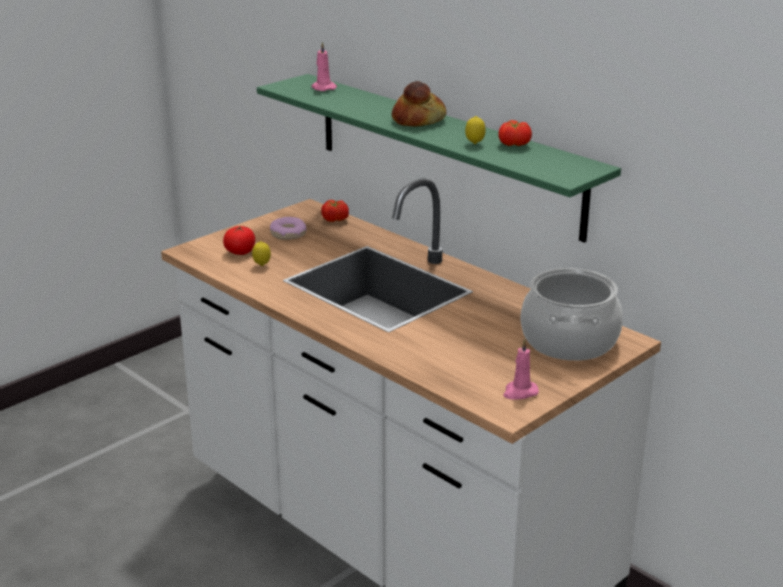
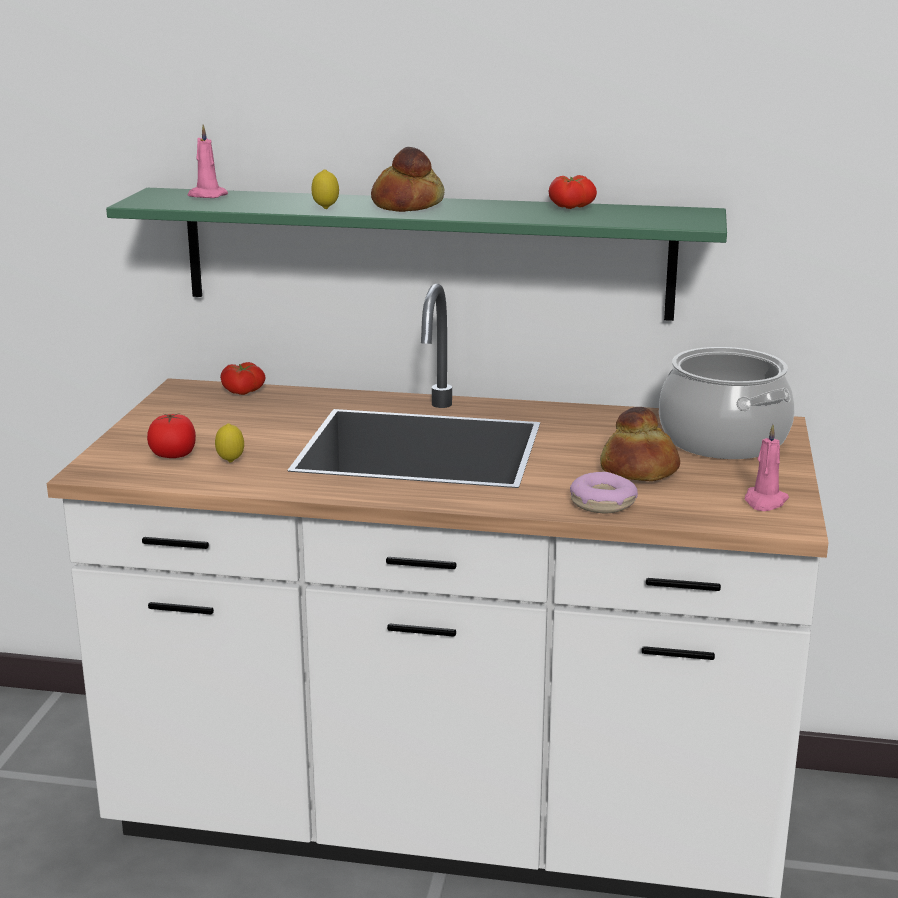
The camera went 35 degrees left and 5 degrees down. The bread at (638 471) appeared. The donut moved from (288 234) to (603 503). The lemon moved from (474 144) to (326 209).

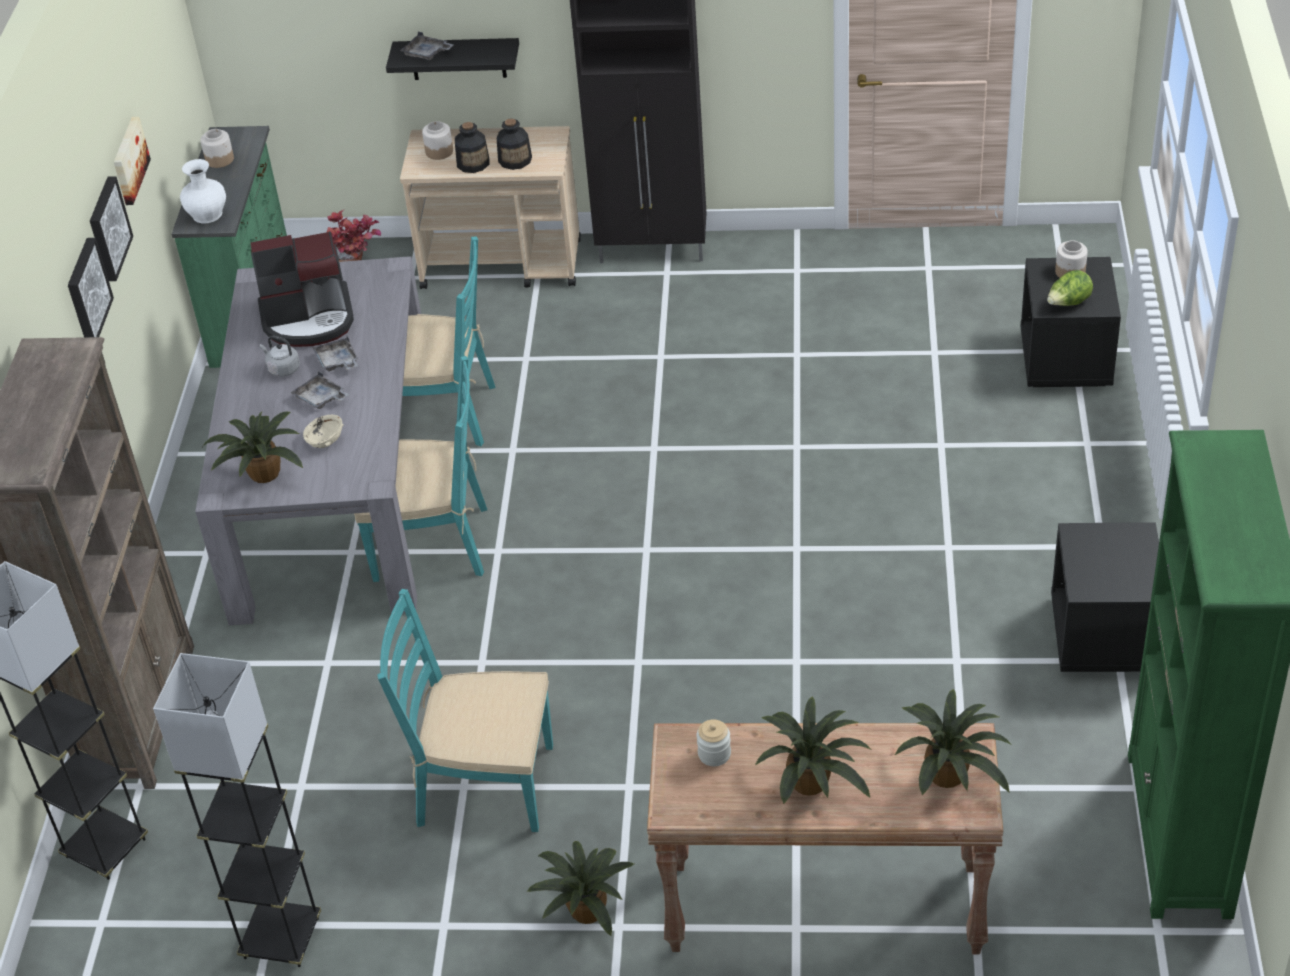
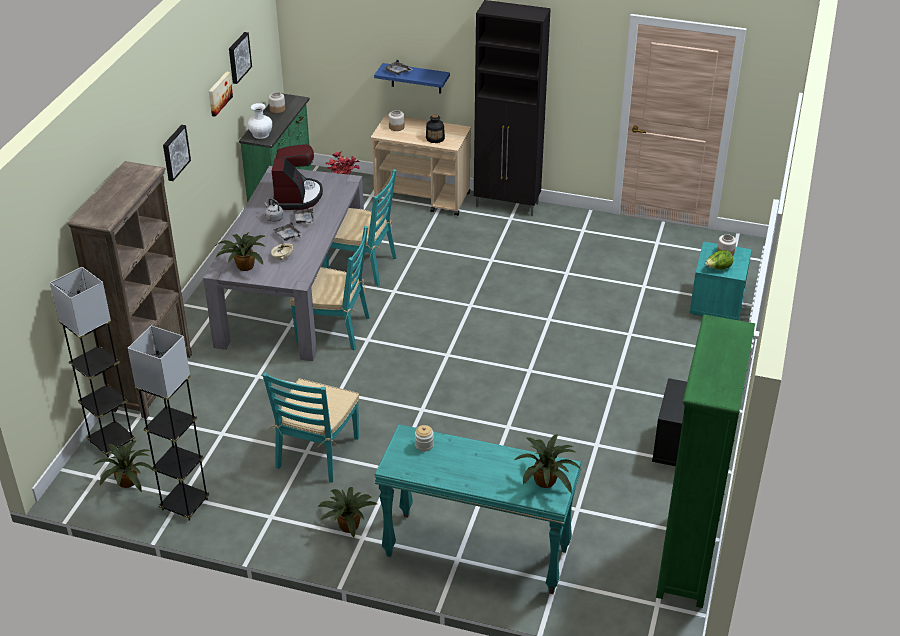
The camera went 10 degrees right and 5 degrees down. The bottle at (473 163) disappeared. The picture moved from (107 228) to (238 57). The potted plant moved from (813 782) to (129 482). The shelf (black) at (458 58) became the shelf (blue) at (416 78). The console table (brown) at (823 910) became the console table (turquoise) at (475 553). The nightstand (black) at (1065 361) became the nightstand (turquoise) at (717 304). The coffee machine at (309 319) turned 90 degrees counterclockwise. The chair (turquoise) at (484 785) turned 90 degrees counterclockwise.

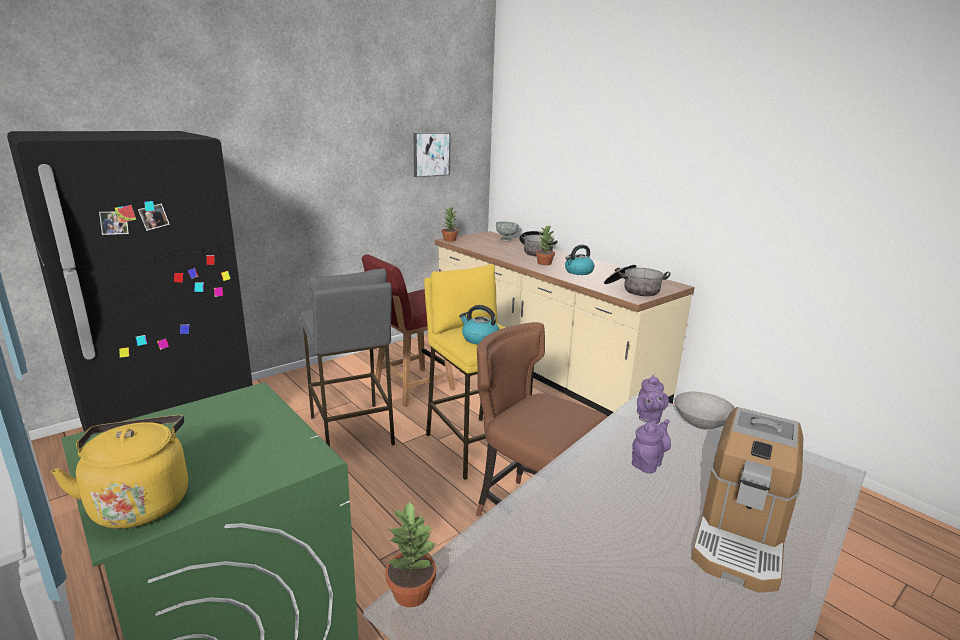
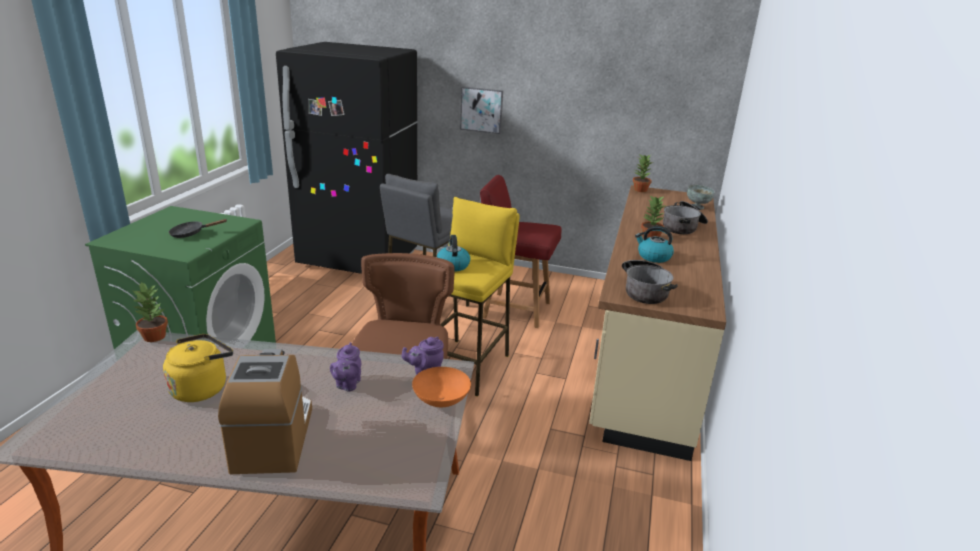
The camera went 55 degrees right and 5 degrees up. The frying pan (black) at (191 234) appeared. The kettle (yellow) moved from (141 501) to (201 388). The picture moved from (431 154) to (481 110). The bowl (grey) at (700 424) became the bowl (orange) at (442 401). The teapot (purple) at (648 463) turned 90 degrees clockwise. The coffee machine at (740 536) turned 90 degrees clockwise.

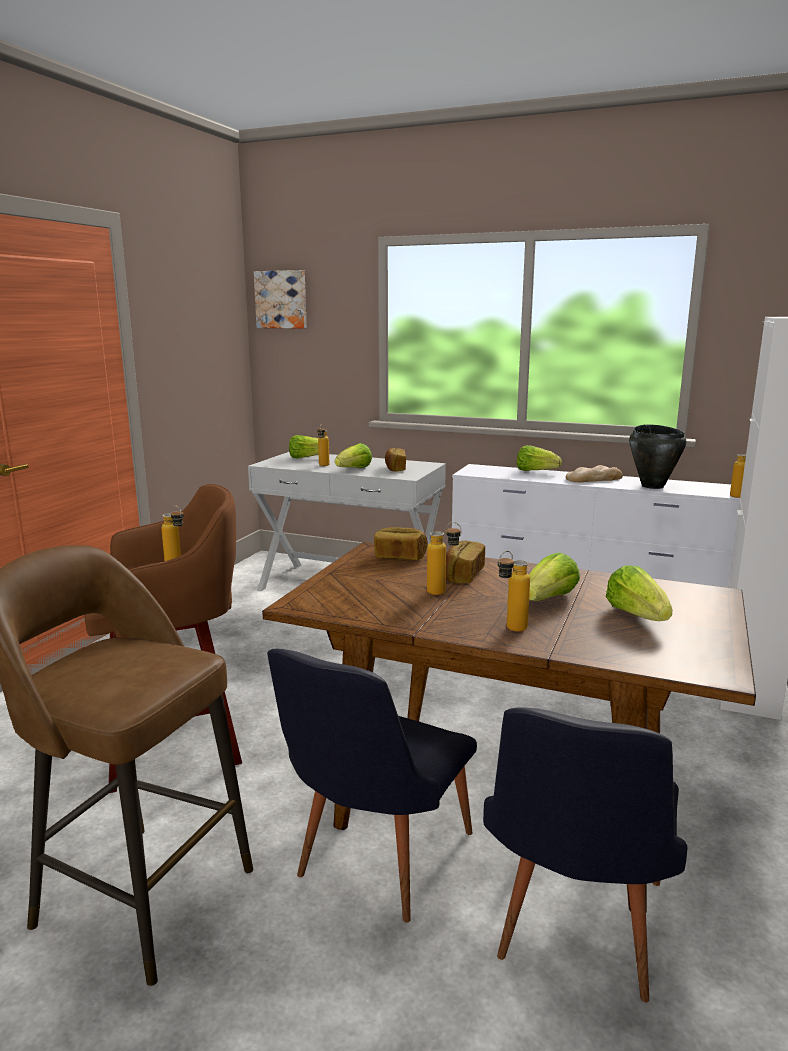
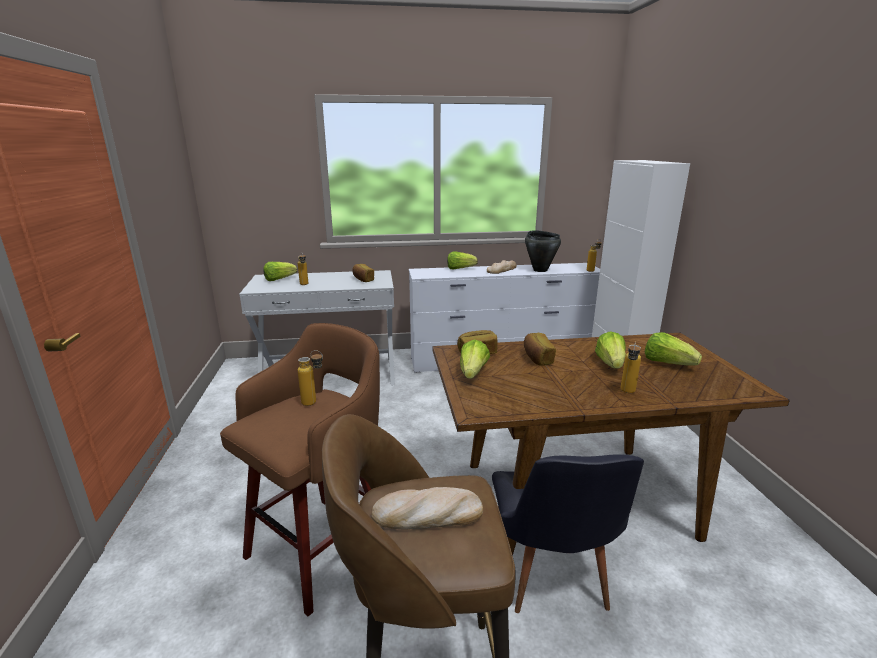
The camera went 30 degrees left and 5 degrees up. The picture at (281 299) disappeared. The bottle at (443 593) disappeared. The chair (black) at (574 932) disappeared. The bread at (427 514) appeared. The lettuce moved from (354 469) to (473 373).

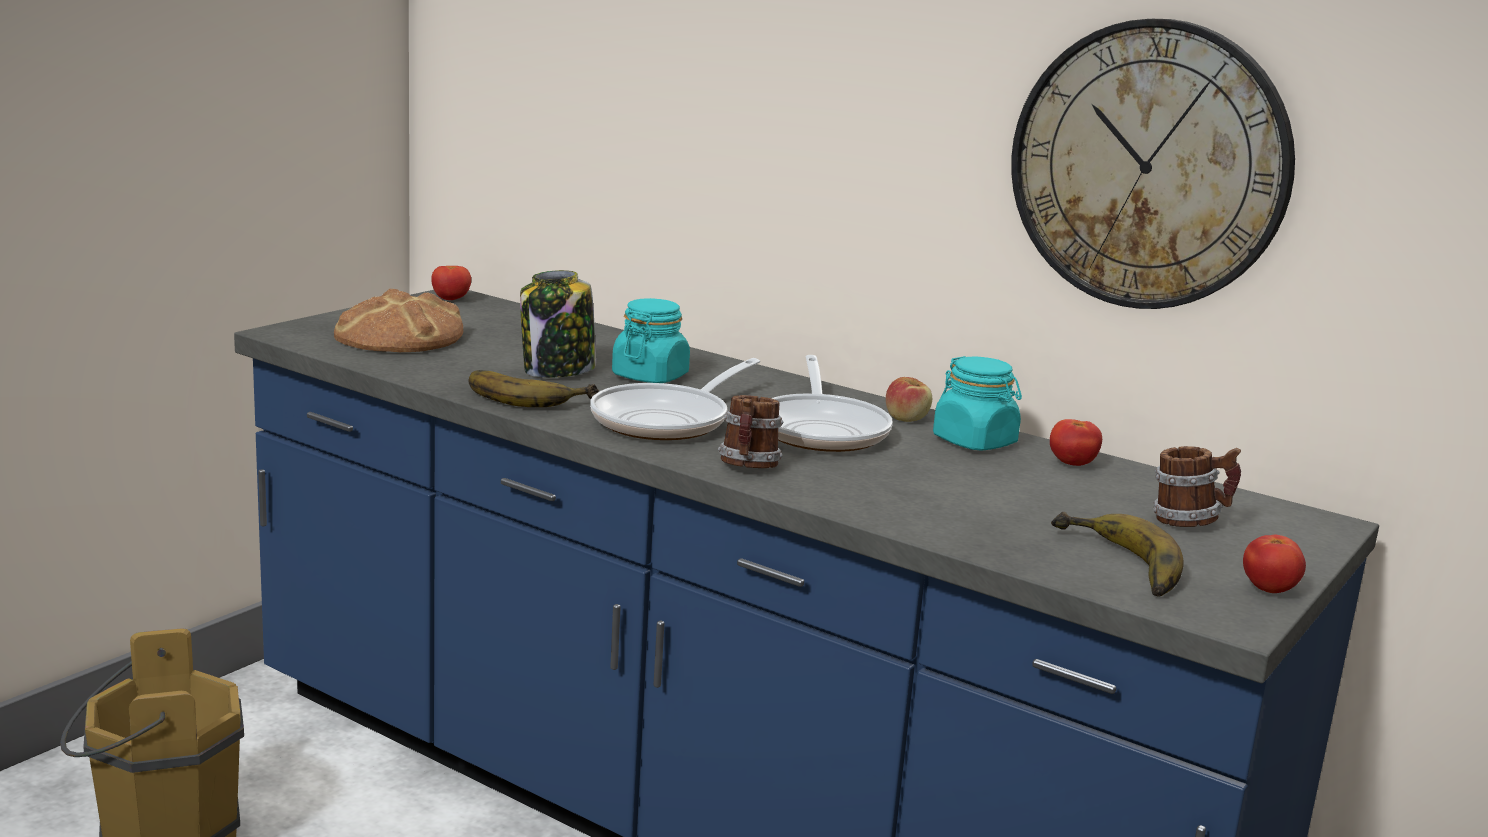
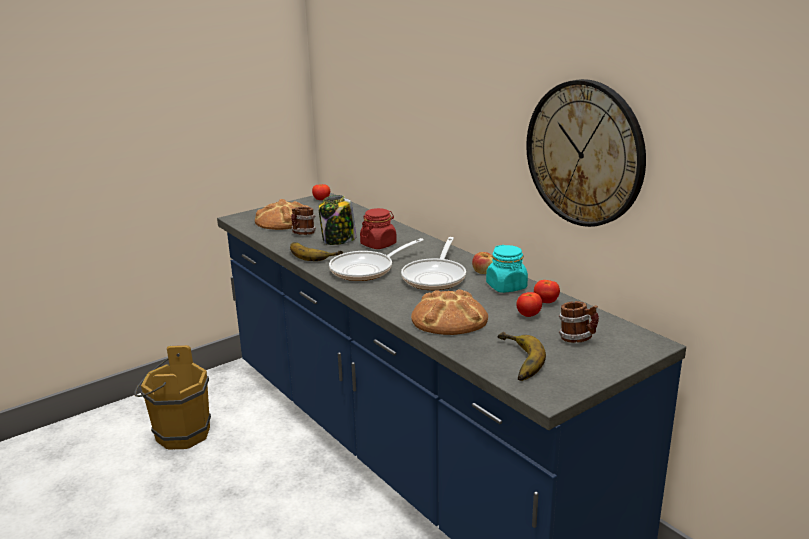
The camera went 20 degrees right and 5 degrees up. The bread at (449 318) appeared. The mug moved from (749 467) to (303 234). The tomato moved from (1269 589) to (528 315). The jar (turquoise) at (650 376) became the jar (red) at (378 244).

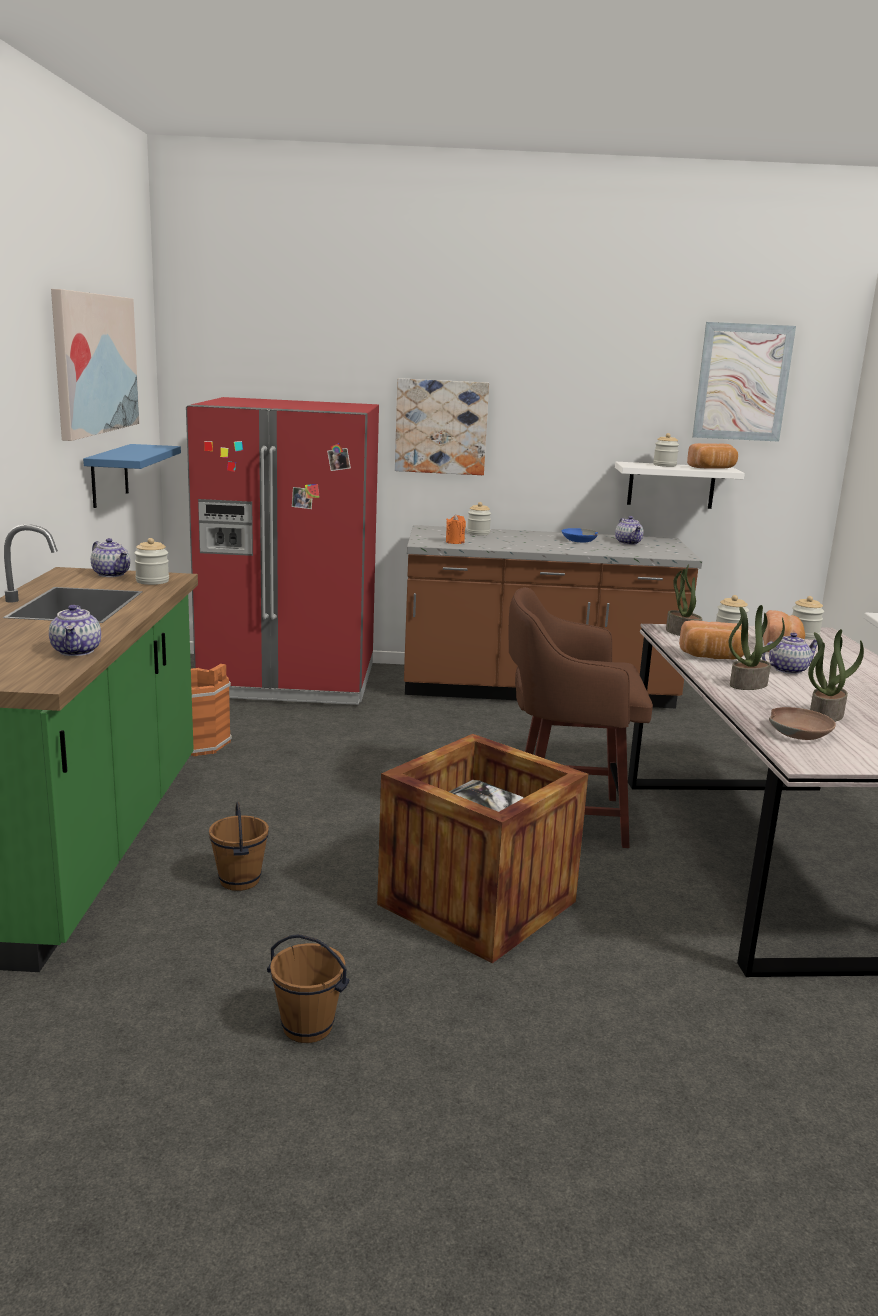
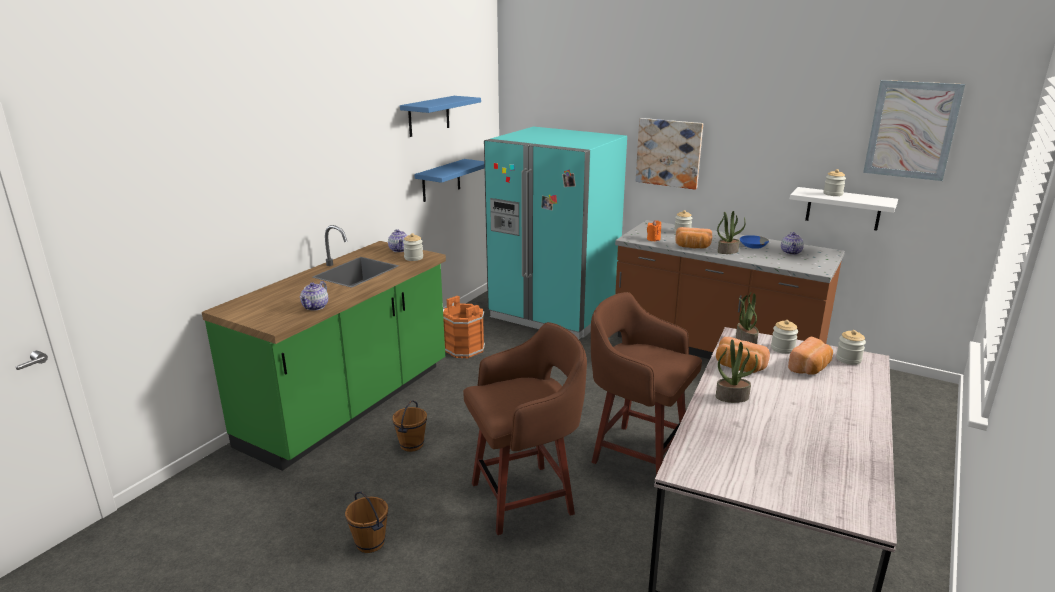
The camera went 30 degrees right and 5 degrees up. The teapot at (787 670) disappeared. The bowl (brown) at (799 732) disappeared. The bread moved from (713 468) to (692 247). The potted plant moved from (825 714) to (727 251). The picture at (94 363) was replaced by the shelf (blue) at (429 116). The crate at (477 903) was replaced by the stool (brown) at (525 497). The fridge (red) at (289 681) became the fridge (turquoise) at (553 314).

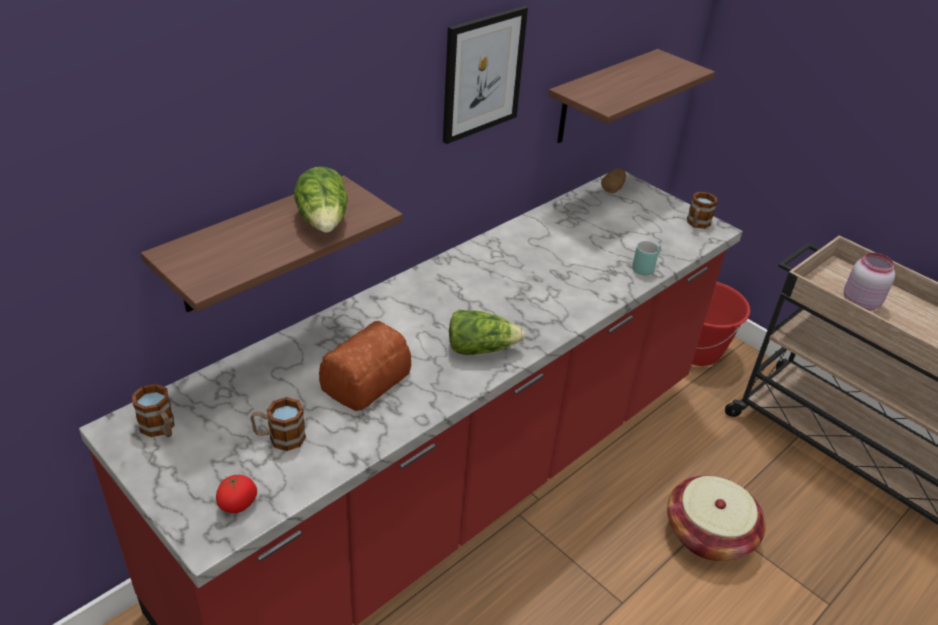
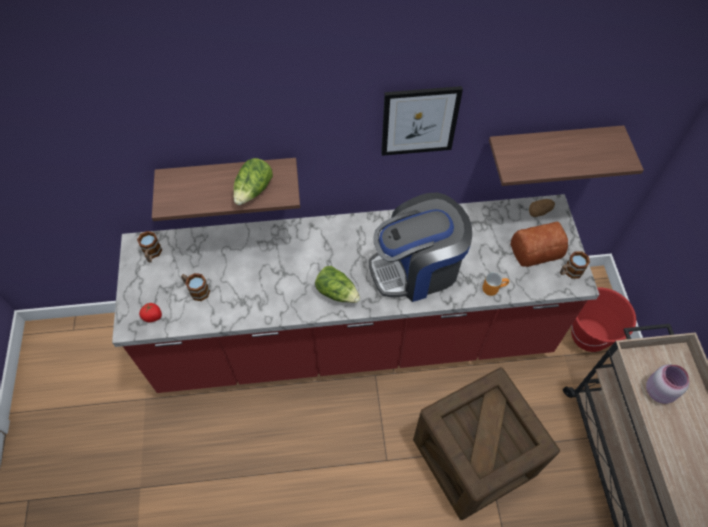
The camera went 40 degrees right and 20 degrees up. The coffee machine at (417 268) appeared. The bread moved from (363 380) to (535 249). The basket at (708 534) was replaced by the crate at (473 457). The mug (turquoise) at (644 267) became the mug (orange) at (493 287).

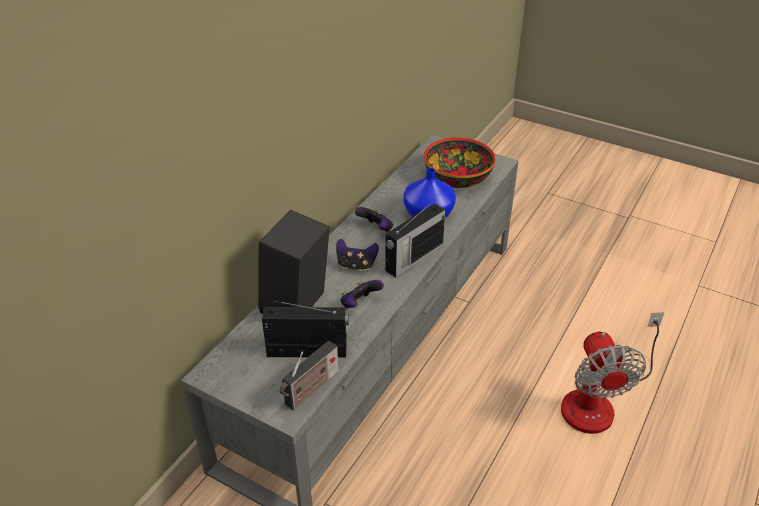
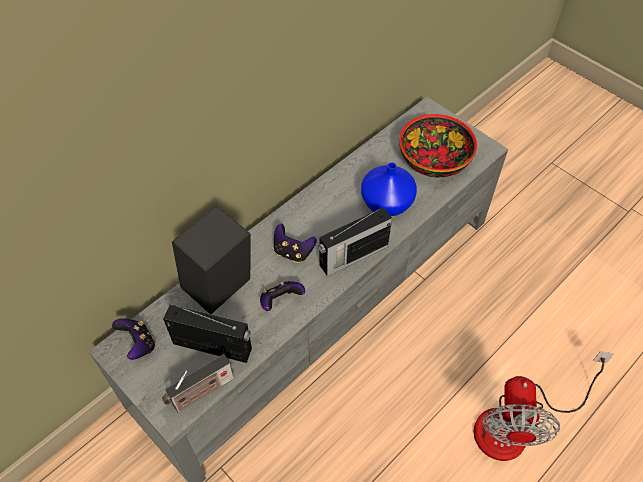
The camera went 15 degrees right and 15 degrees up. The game controller moved from (376 229) to (138 344).

